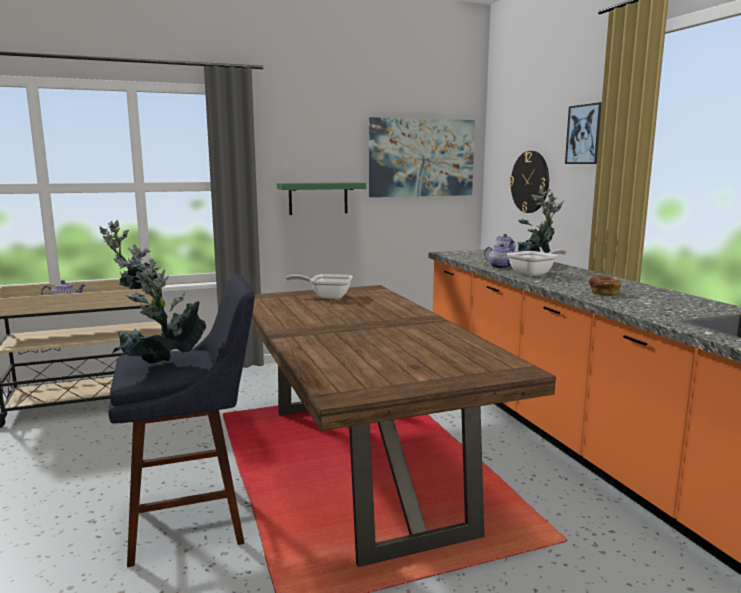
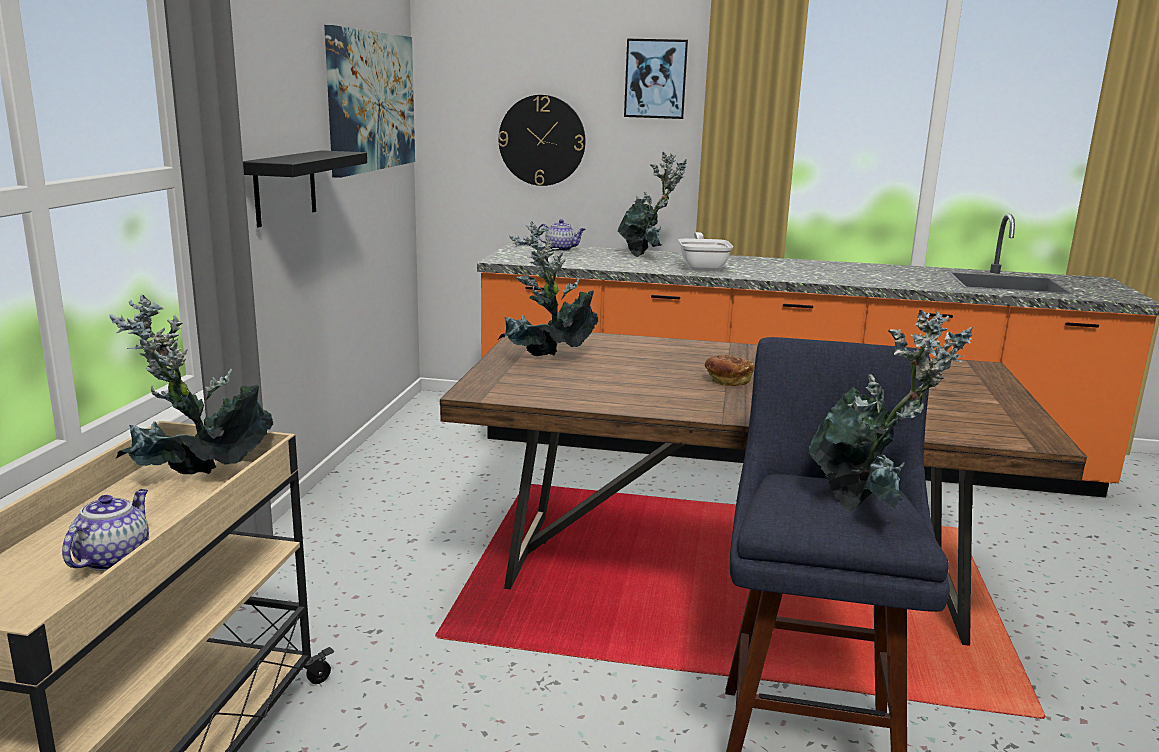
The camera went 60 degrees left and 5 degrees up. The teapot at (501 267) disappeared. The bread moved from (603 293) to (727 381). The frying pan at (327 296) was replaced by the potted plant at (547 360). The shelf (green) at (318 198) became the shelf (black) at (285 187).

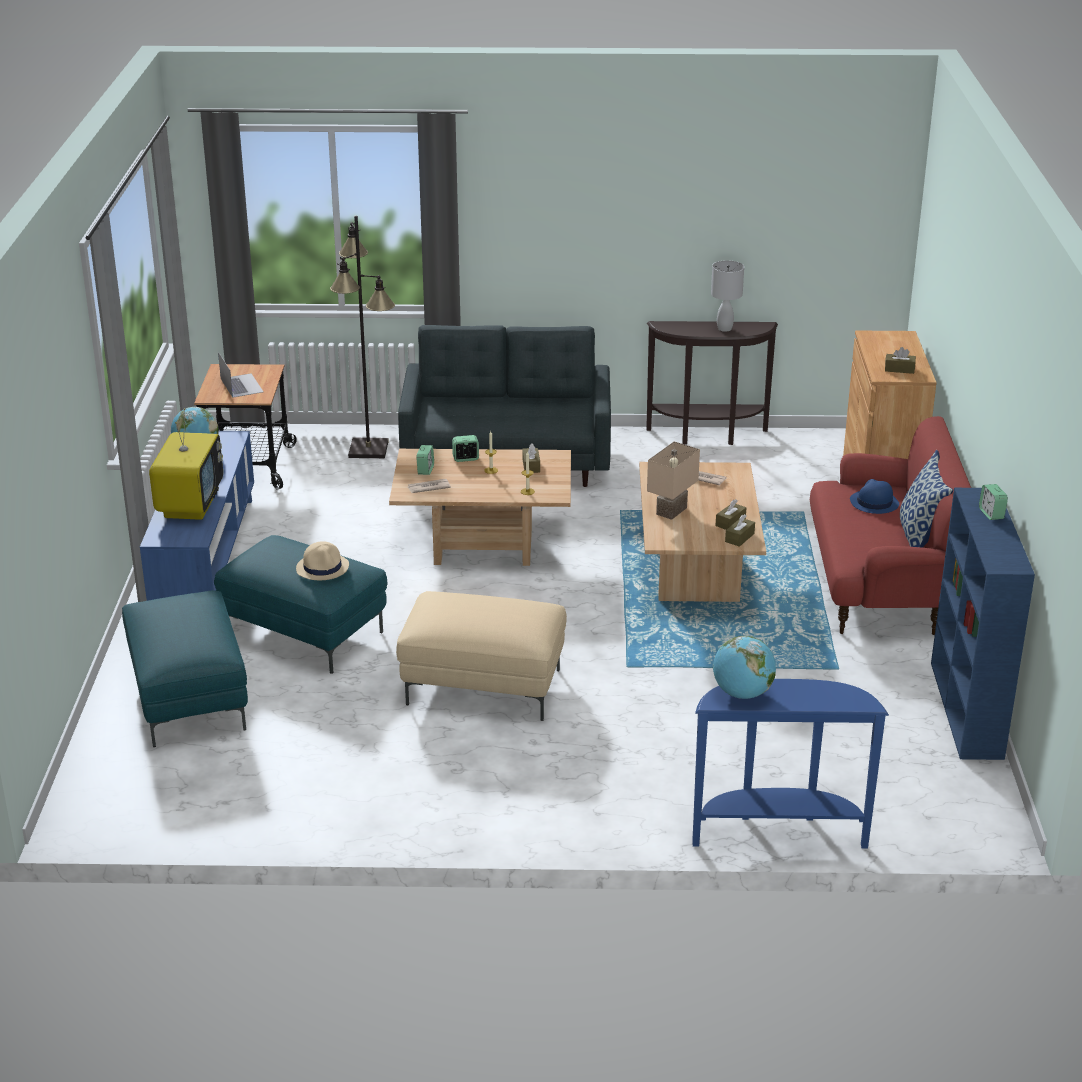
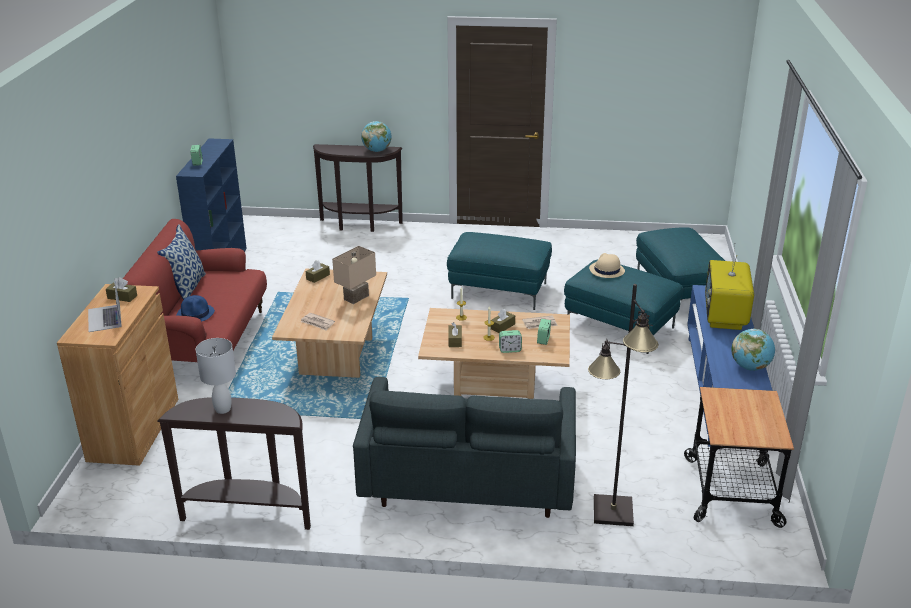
The camera went 175 degrees left and 0 degrees up. The laptop moved from (241 385) to (104 318). The tissue box (brown) moved from (730 522) to (502 326). The ottoman (beige) at (483 688) became the ottoman (turquoise) at (499 290). The console table (blue) at (777 832) became the console table (brown) at (359 225).

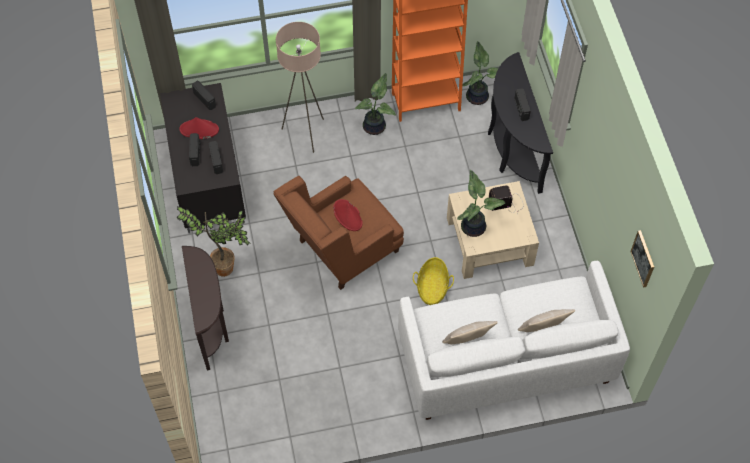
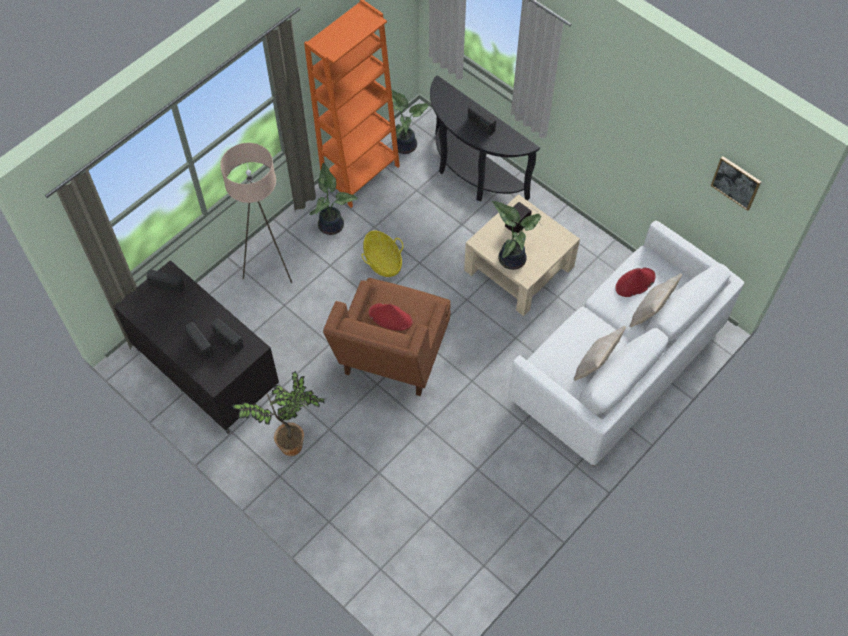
The camera went 35 degrees left and 0 degrees up. The console table (brown) at (212 326) disappeared. The hat (red) moved from (199 130) to (635 283). The basket moved from (432 287) to (382 261).

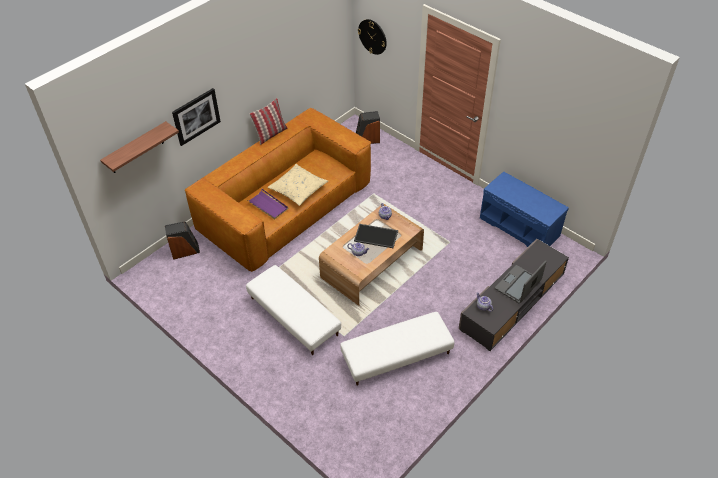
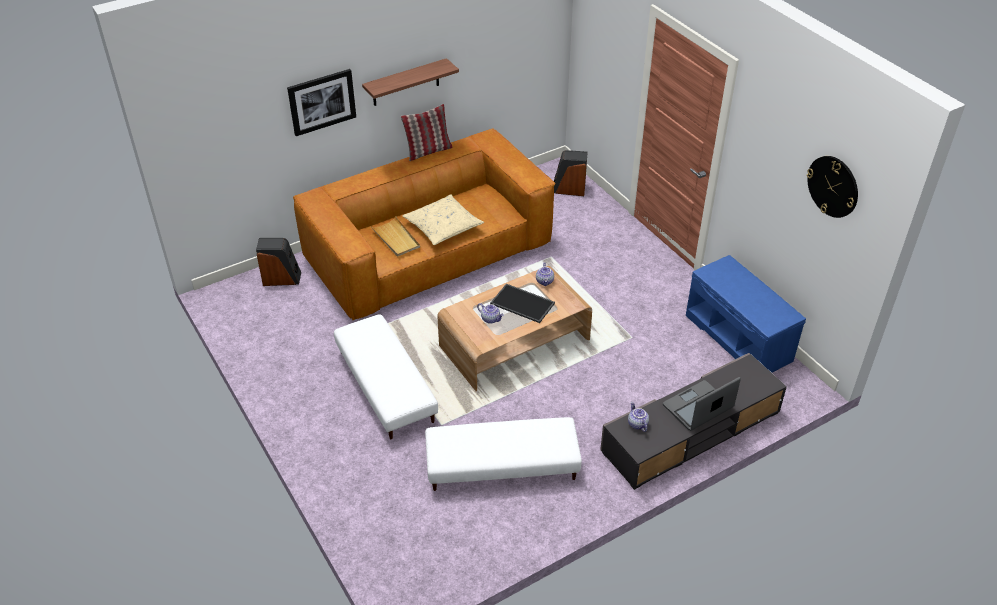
The camera went 15 degrees right and 5 degrees down. The shelf moved from (136 148) to (405 83). The wall clock moved from (372 36) to (833 186). The tray (purple) at (268 205) became the tray (beige) at (396 238).

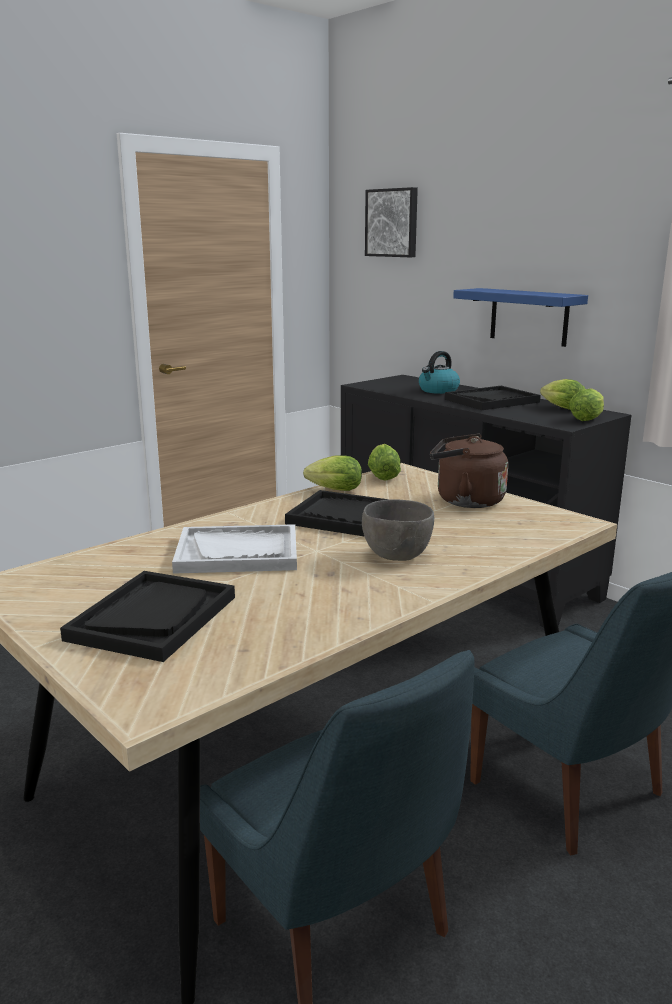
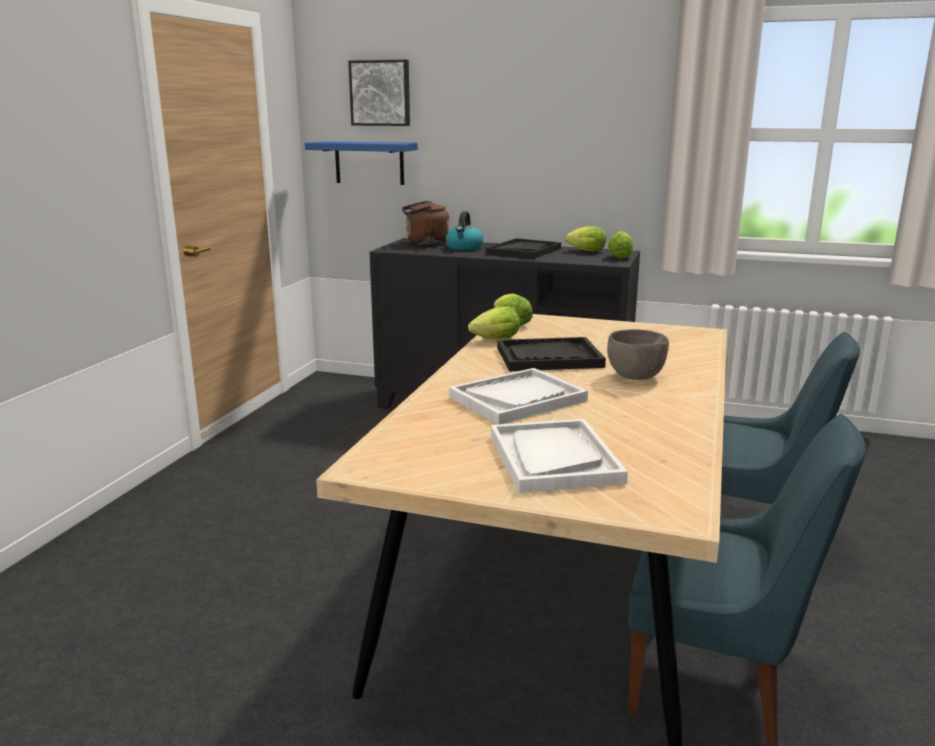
The camera went 30 degrees left and 0 degrees up. The kettle (brown) moved from (465 500) to (425 243). The shelf (blue) moved from (529 316) to (369 163). The tray (black) at (153 618) became the tray (white) at (553 458).

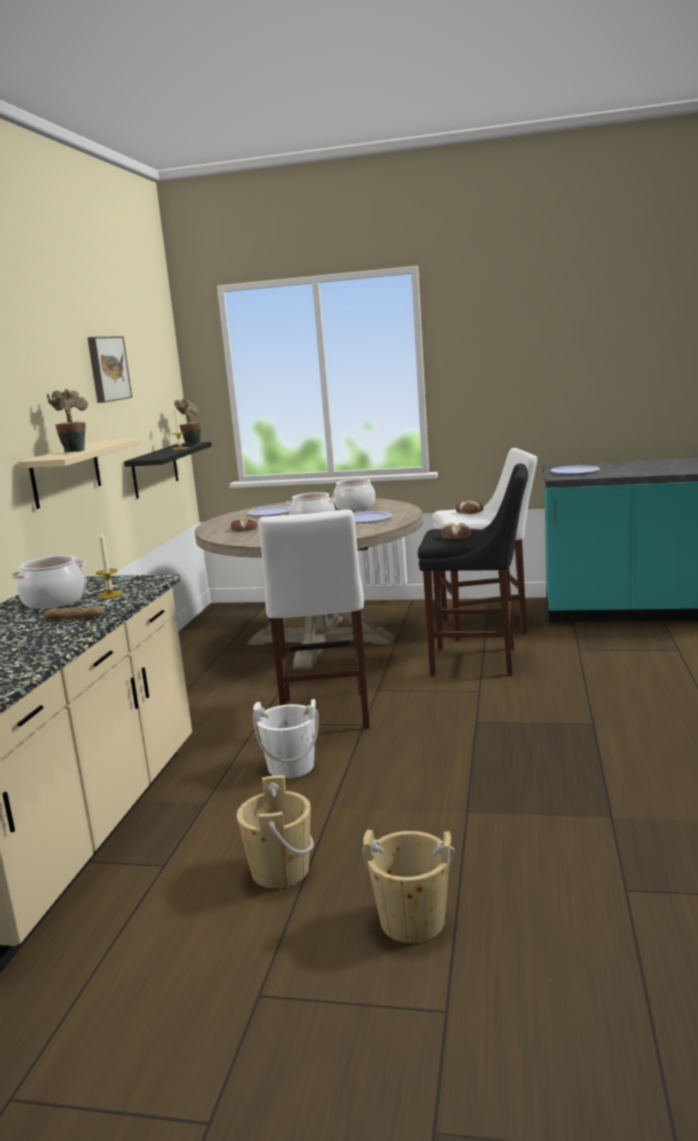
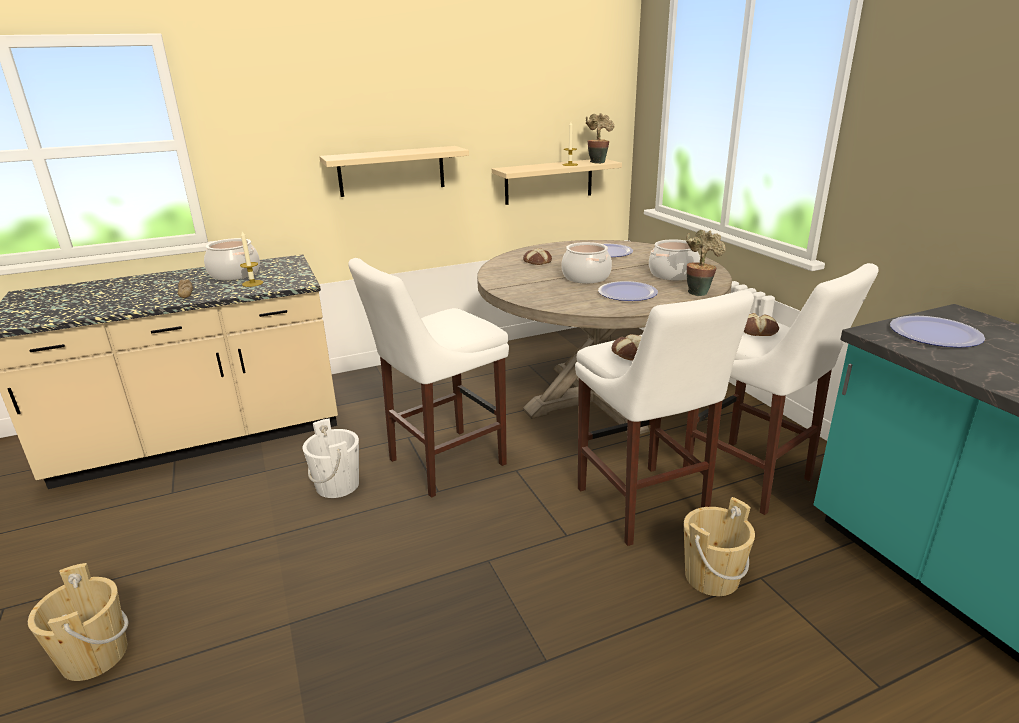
The camera went 55 degrees right and 10 degrees up. The picture at (107 369) disappeared. The potted plant moved from (74 451) to (699 292). The bucket (beige) moved from (280 870) to (711 577). The shelf (black) at (155 470) became the shelf (beige) at (549 181). The stool (black) at (479 661) became the stool (white) at (643 508).

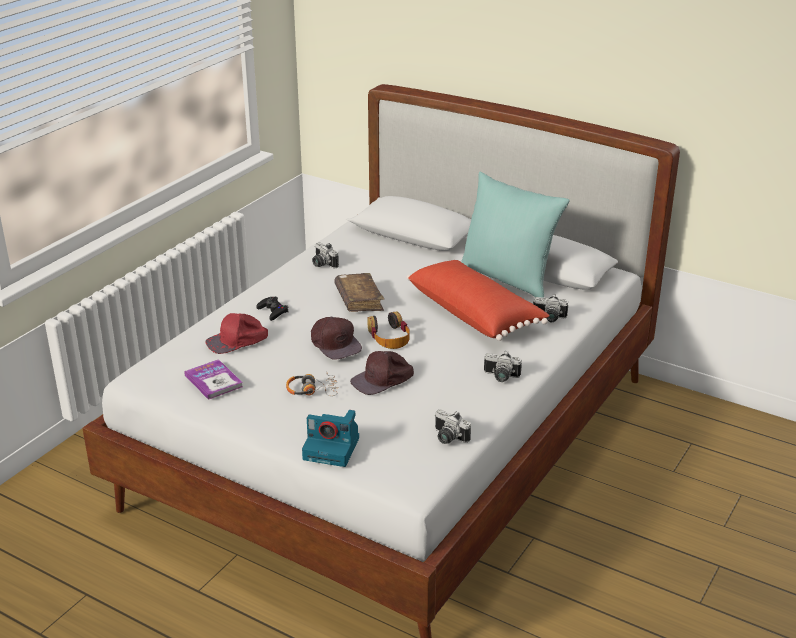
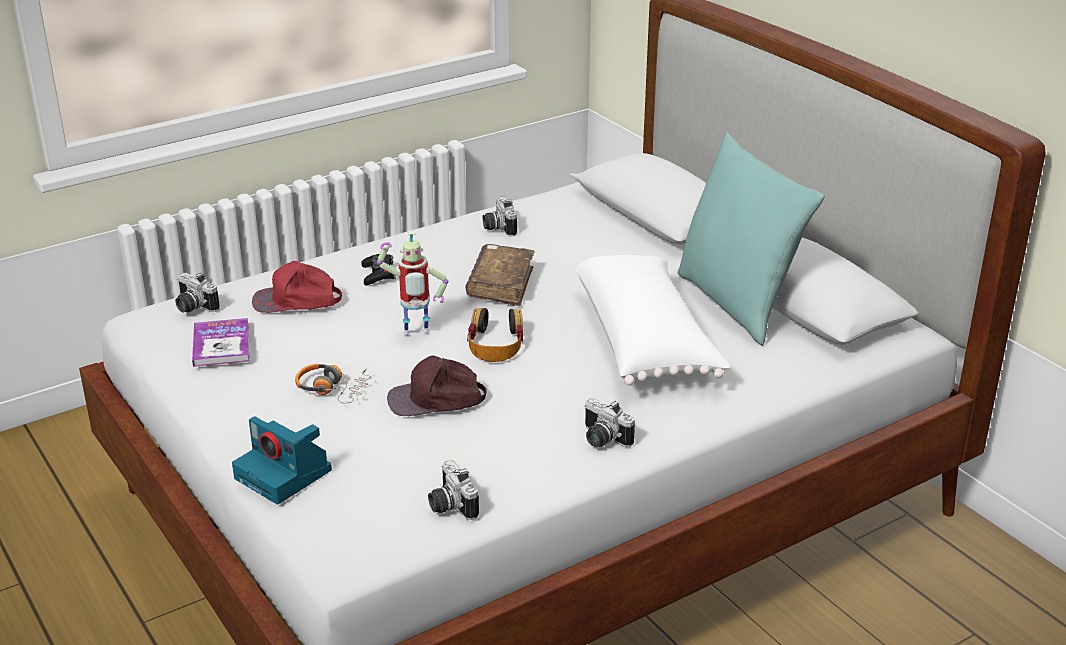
The camera went 25 degrees right and 0 degrees up. The photo camera moved from (549 318) to (192 307). The cap (brown) at (335 343) was replaced by the toy robot at (415 334). The pillow (red) at (475 314) became the pillow (white) at (646 341).

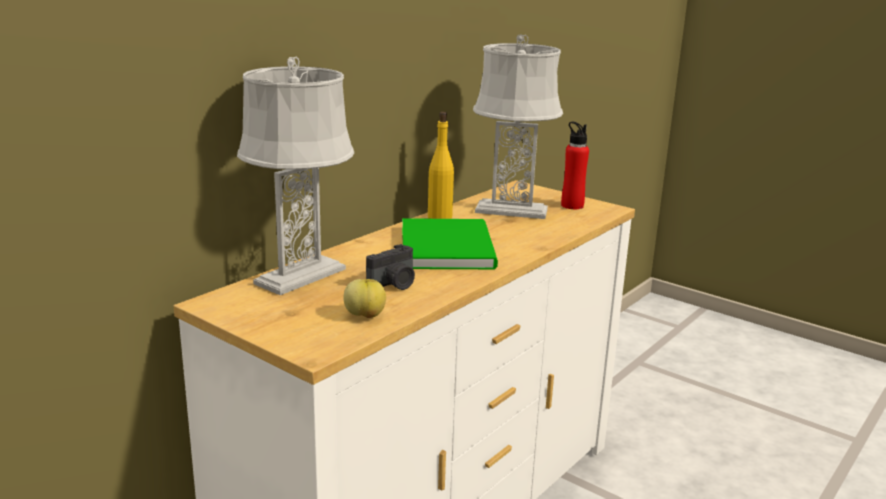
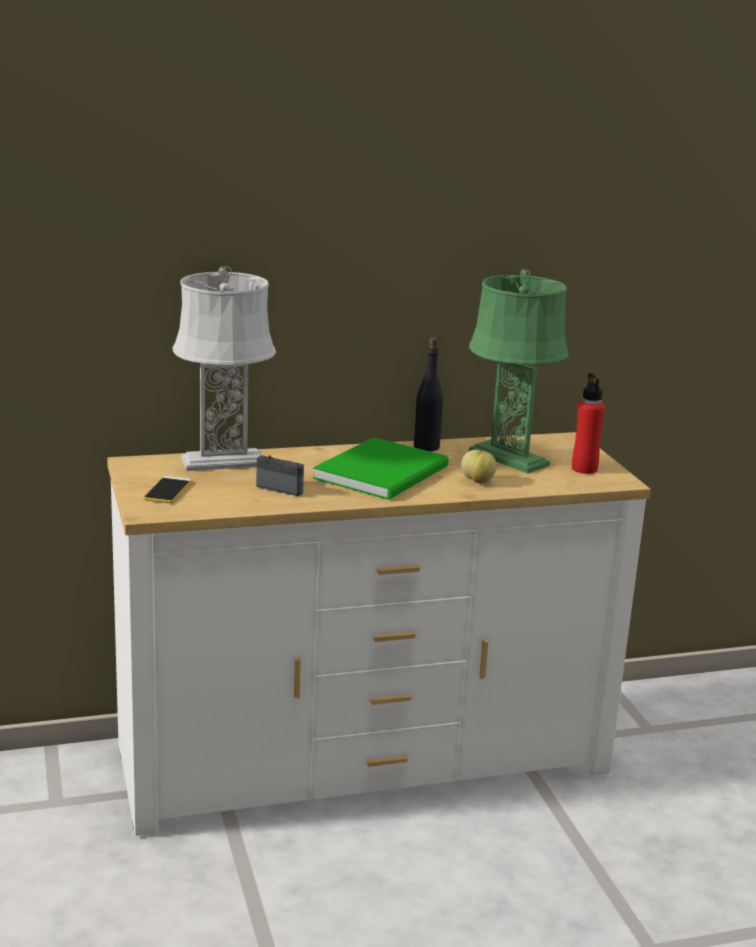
The camera went 35 degrees right and 0 degrees up. The phone at (168 490) appeared. The apple moved from (365 315) to (478 481). The bottle (yellow) at (439 217) became the bottle (black) at (426 447). The table lamp (grey) at (510 211) became the table lamp (green) at (508 458). The photo camera at (394 284) turned 150 degrees counterclockwise.

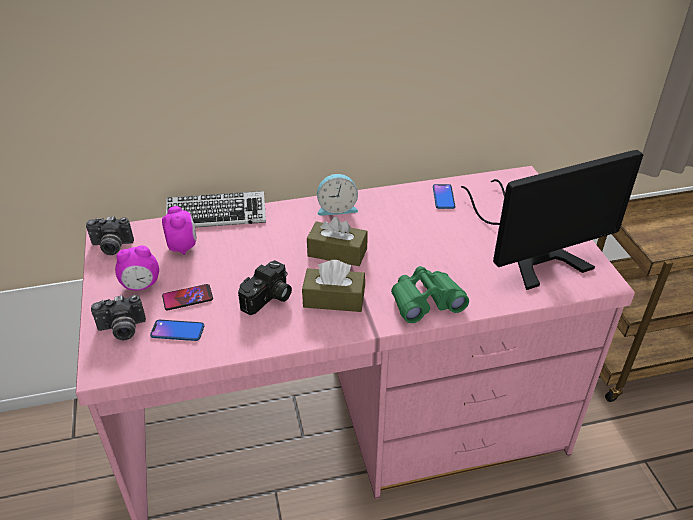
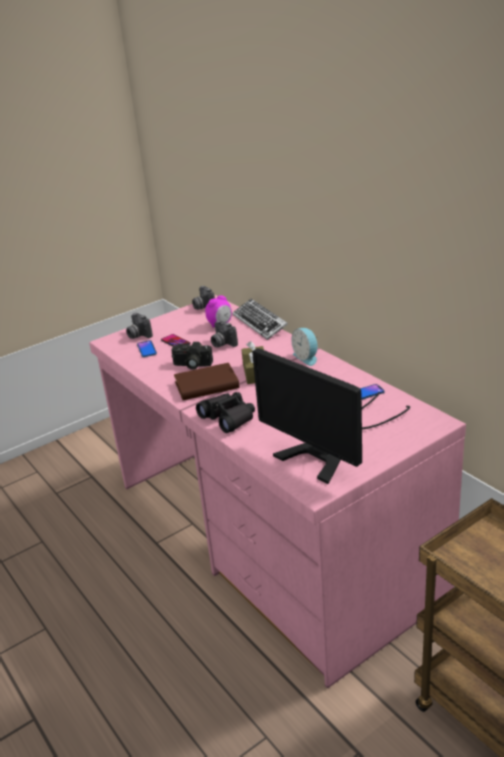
The camera went 70 degrees right and 10 degrees down. The alarm clock at (141 285) disappeared. The photo camera at (222 344) appeared. The tissue box (brown) at (334 299) was replaced by the book (brown) at (206 385). The binoculars (green) at (425 301) became the binoculars (black) at (228 418).

